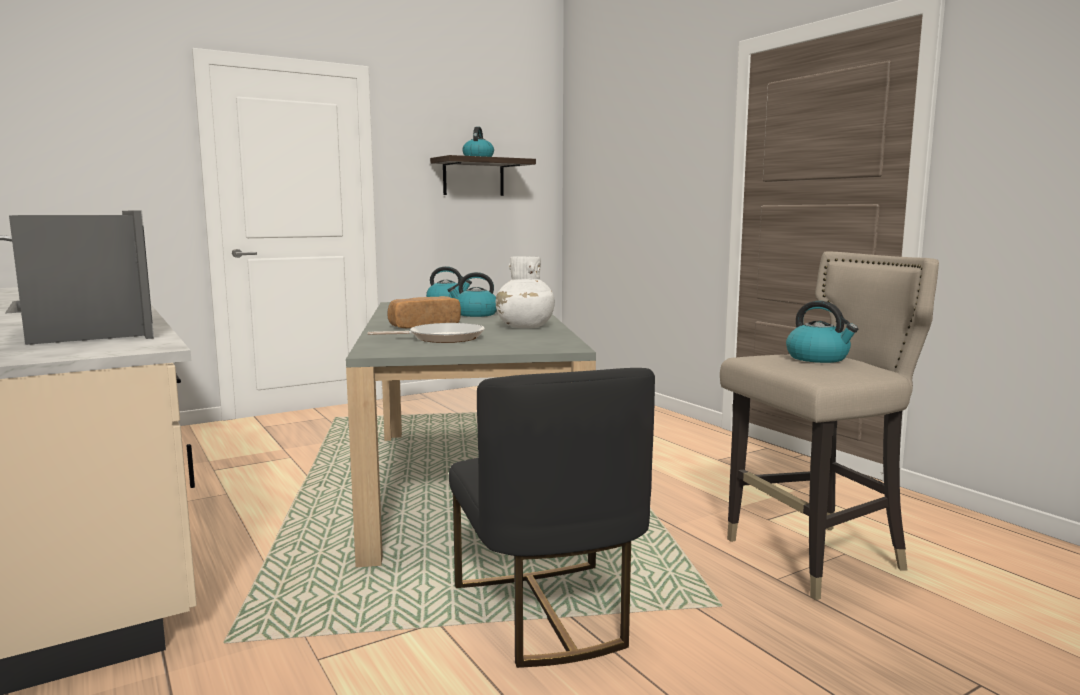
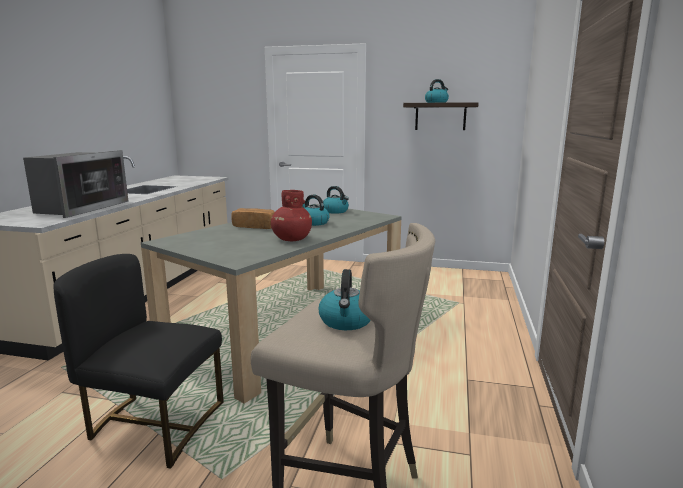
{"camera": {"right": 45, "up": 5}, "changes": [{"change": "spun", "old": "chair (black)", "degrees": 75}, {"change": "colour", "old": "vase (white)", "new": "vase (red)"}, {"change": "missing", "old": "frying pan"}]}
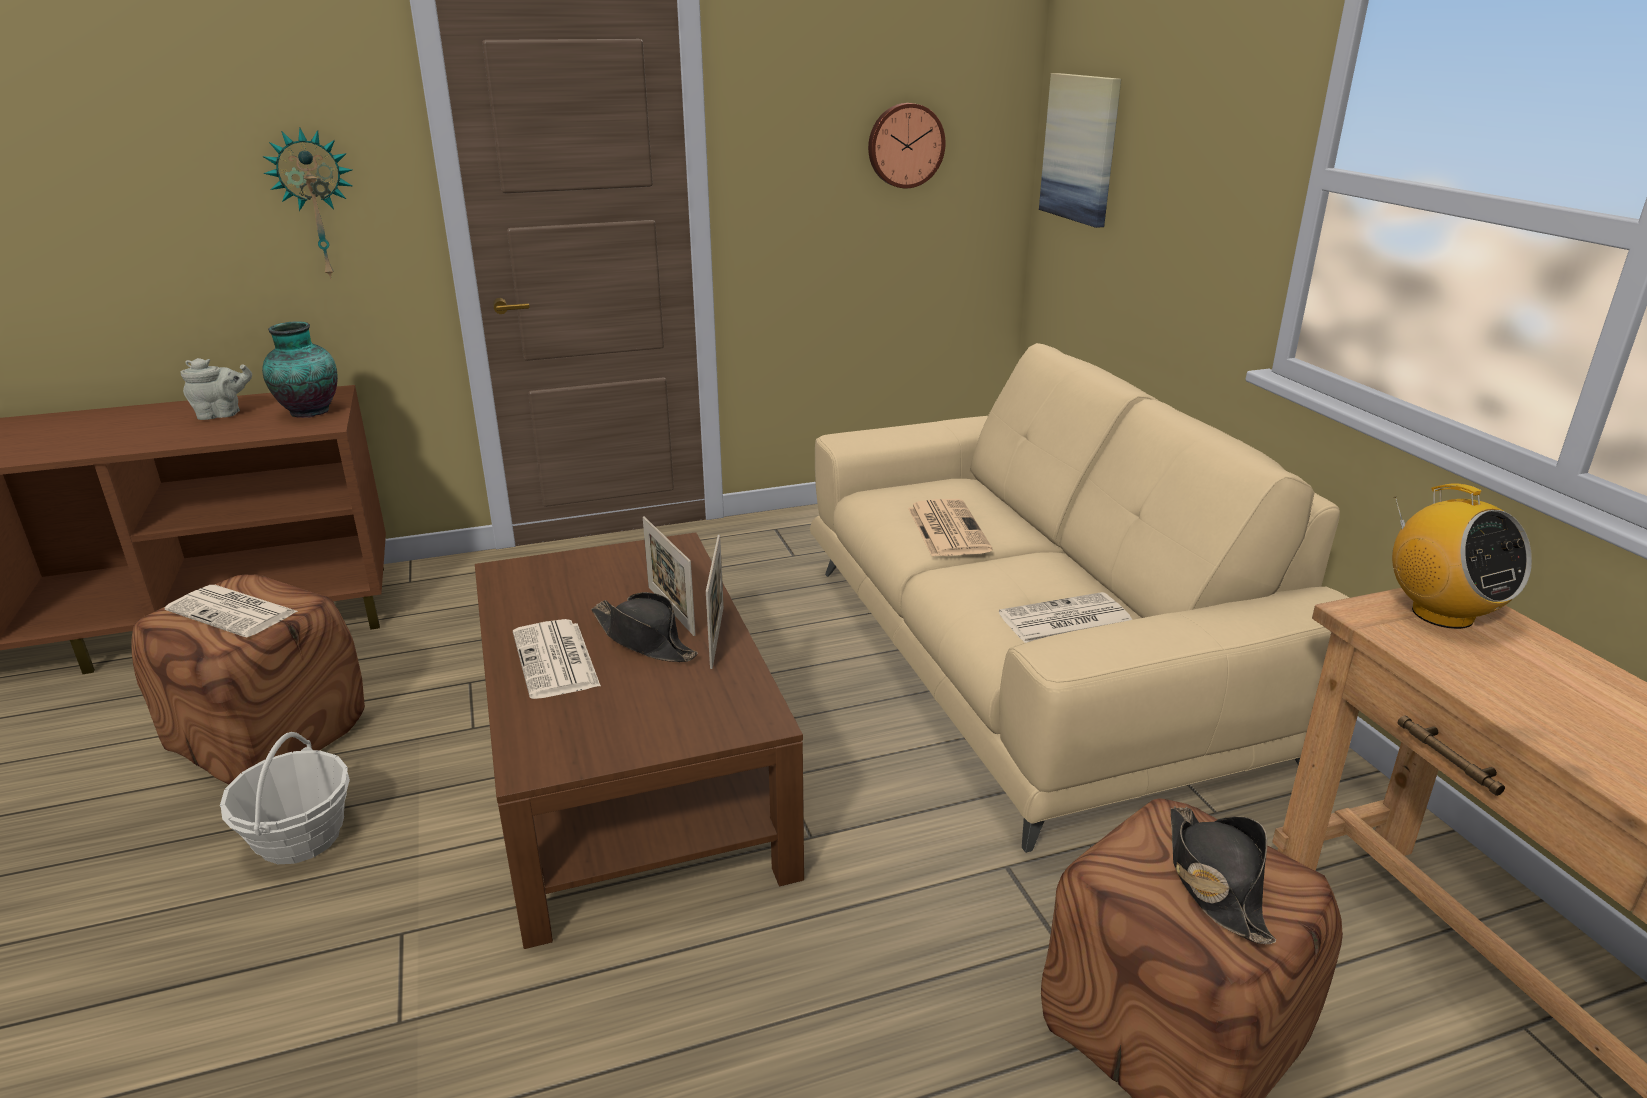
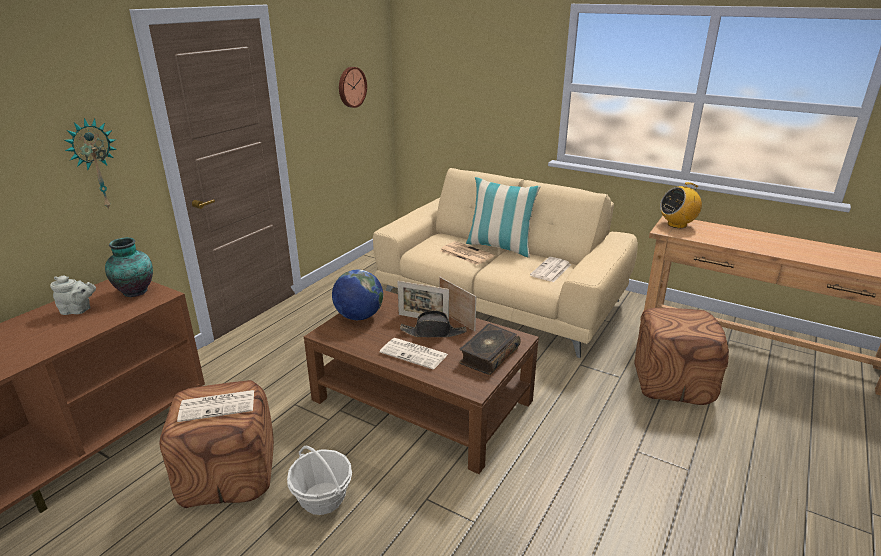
{"camera": {"right": -40, "up": 0}, "changes": [{"change": "spun", "old": "teapot (grey)", "degrees": 60}, {"change": "appeared", "new": "globe"}, {"change": "appeared", "new": "book"}, {"change": "appeared", "new": "pillow"}, {"change": "spun", "old": "radio", "degrees": 135}, {"change": "missing", "old": "picture"}, {"change": "missing", "old": "hat (black) (no. 2 from left)"}]}
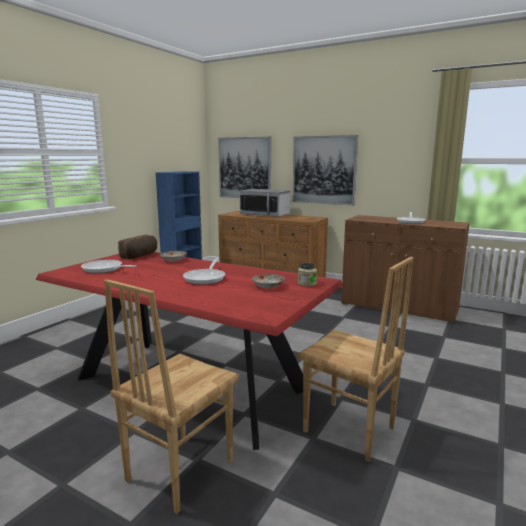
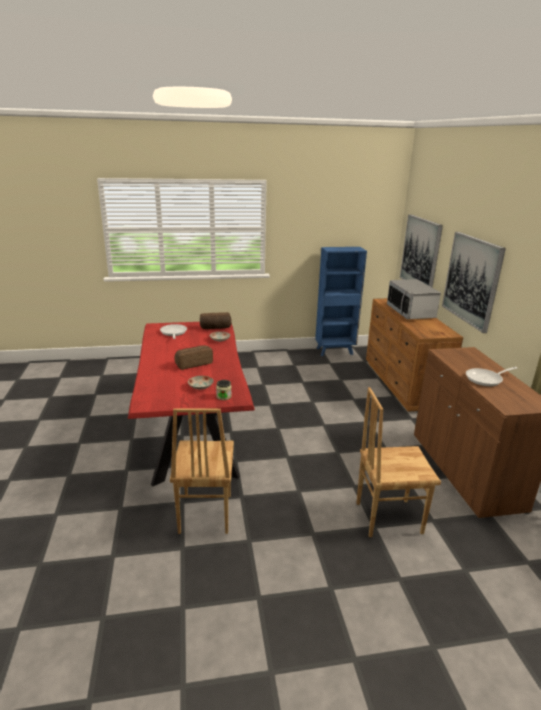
{"camera": {"right": 50, "up": 10}, "changes": [{"change": "exchanged", "old": "frying pan (no. 2 from left)", "new": "bread (no. 1 from left)"}, {"change": "relocated", "old": "chair (brown) (no. 1 from left in the first image)", "new": "chair (brown) (no. 2 from left)"}]}
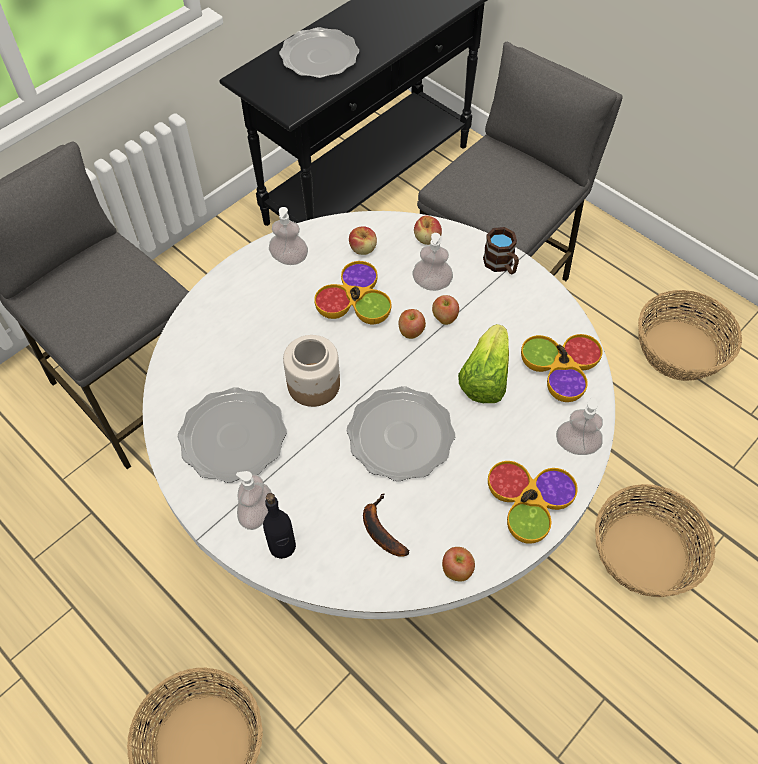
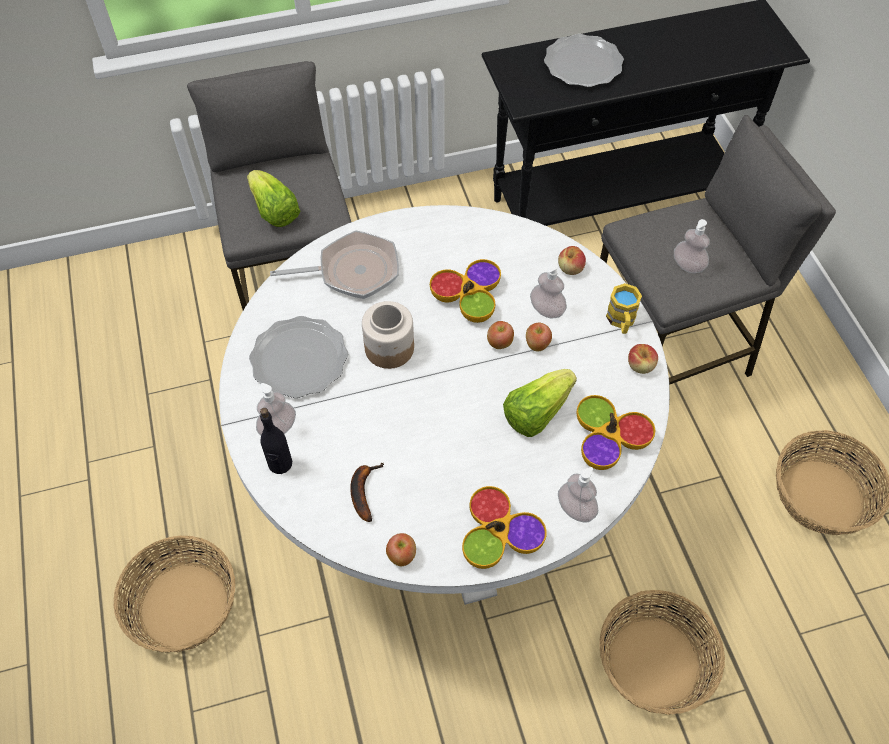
{"camera": {"right": 30, "up": 0}, "changes": [{"change": "appeared", "new": "lettuce (no. 1 from left)"}, {"change": "appeared", "new": "frying pan"}, {"change": "colour", "old": "mug (brown)", "new": "mug (yellow)"}, {"change": "relocated", "old": "apple (no. 1 from left in the first image)", "new": "apple (no. 5 from left)"}, {"change": "relocated", "old": "soap dispenser (no. 2 from left in the first image)", "new": "soap dispenser (no. 4 from left)"}, {"change": "missing", "old": "plate (no. 3 from left)"}]}
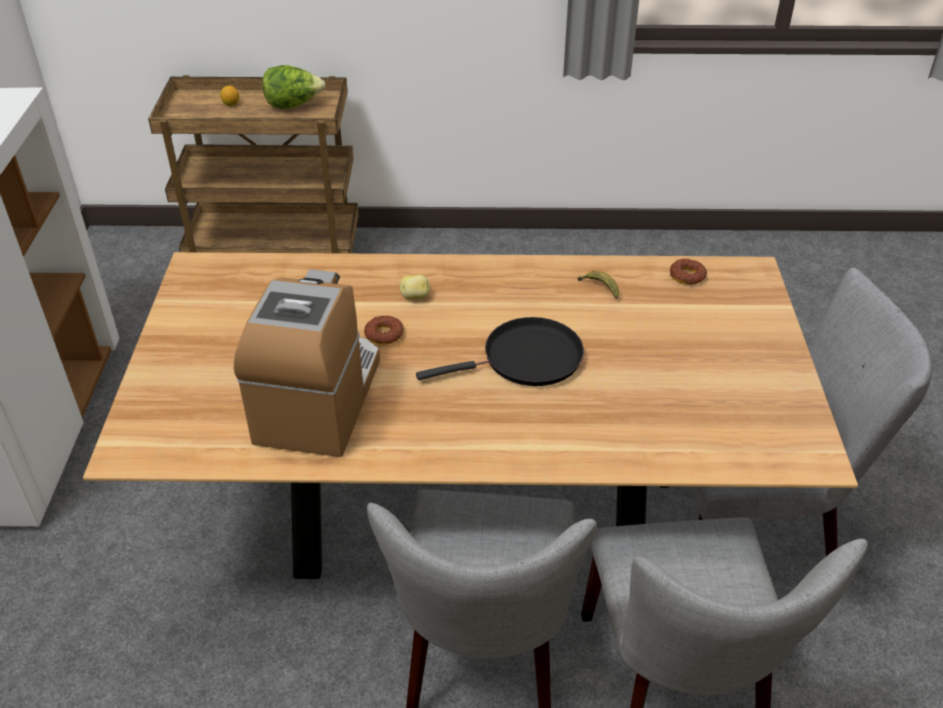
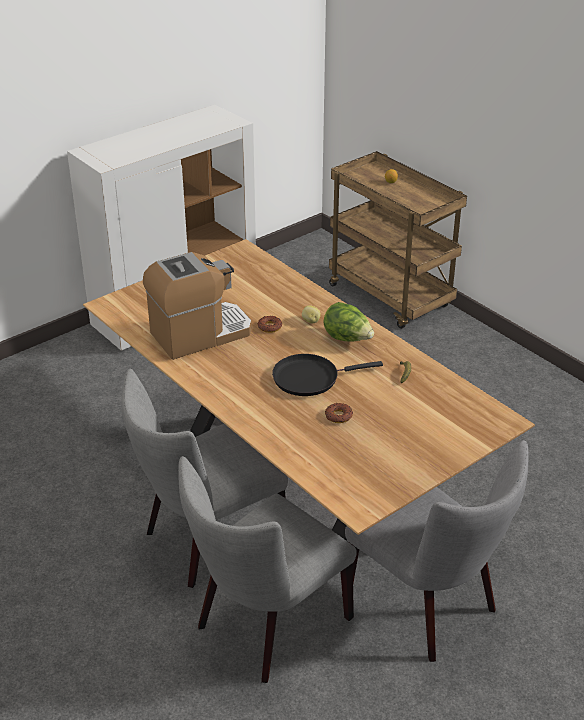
{"camera": {"right": 50, "up": -5}, "changes": [{"change": "spun", "old": "frying pan (black)", "degrees": 135}, {"change": "relocated", "old": "lettuce"}, {"change": "relocated", "old": "donut (no. 2 from left)"}]}
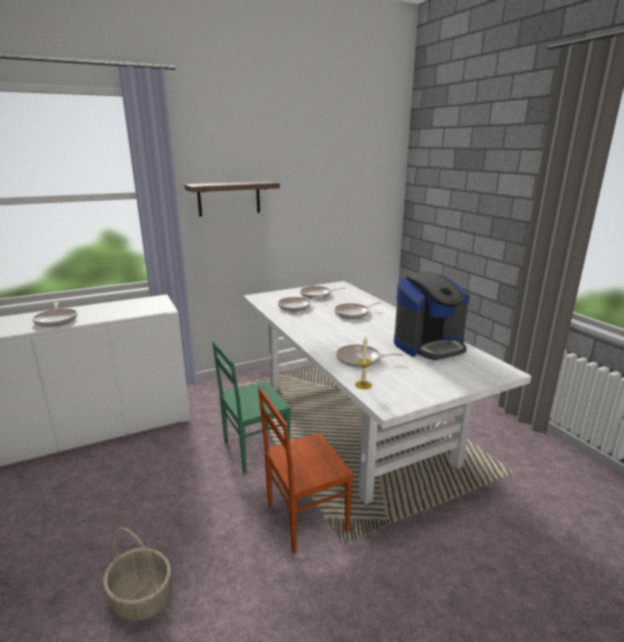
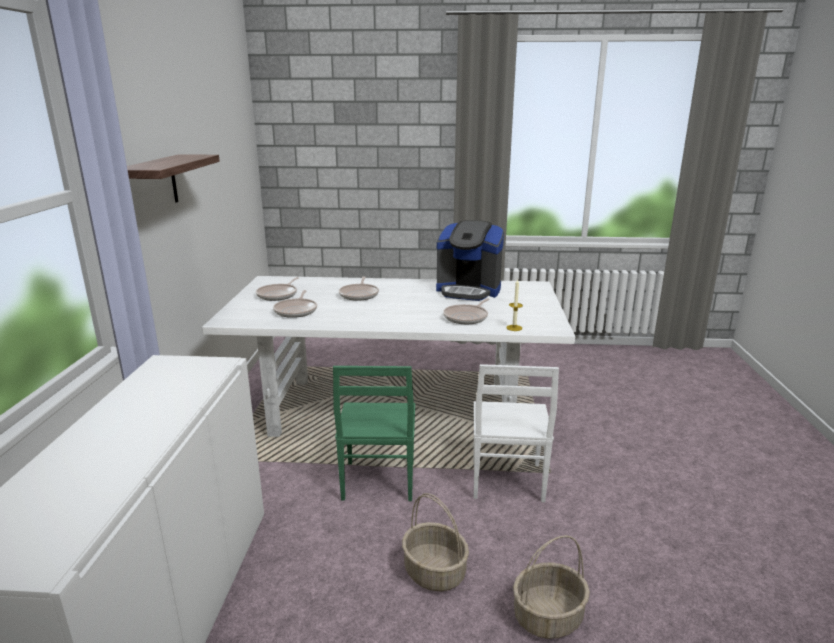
{"camera": {"right": -60, "up": 0}, "changes": [{"change": "appeared", "new": "basket (no. 1 from left)"}, {"change": "spun", "old": "coffee machine", "degrees": 105}, {"change": "colour", "old": "chair (brown)", "new": "chair (white)"}, {"change": "missing", "old": "frying pan (no. 1 from left)"}]}
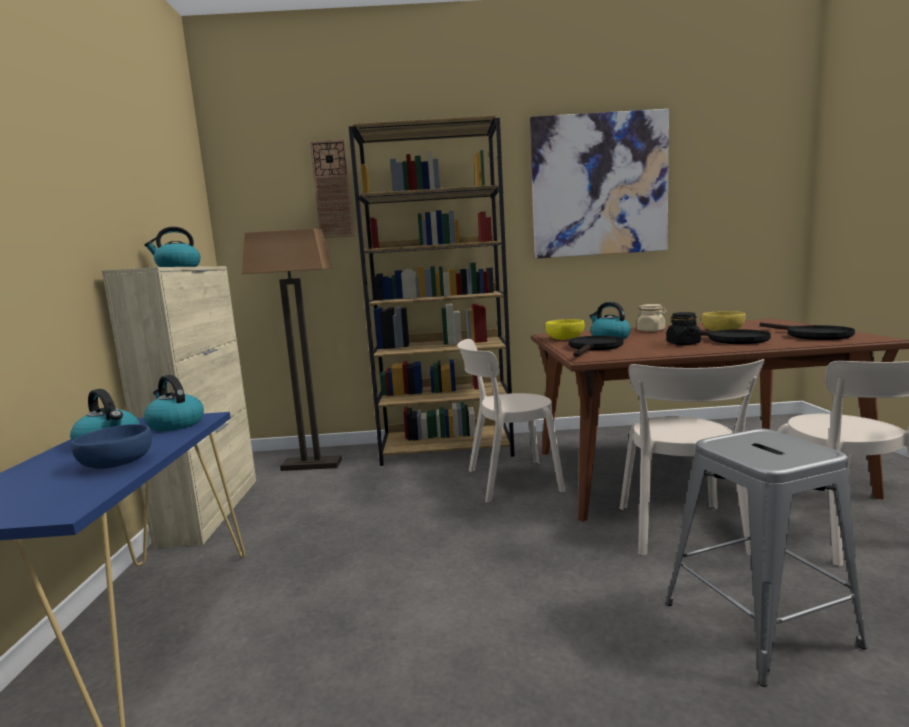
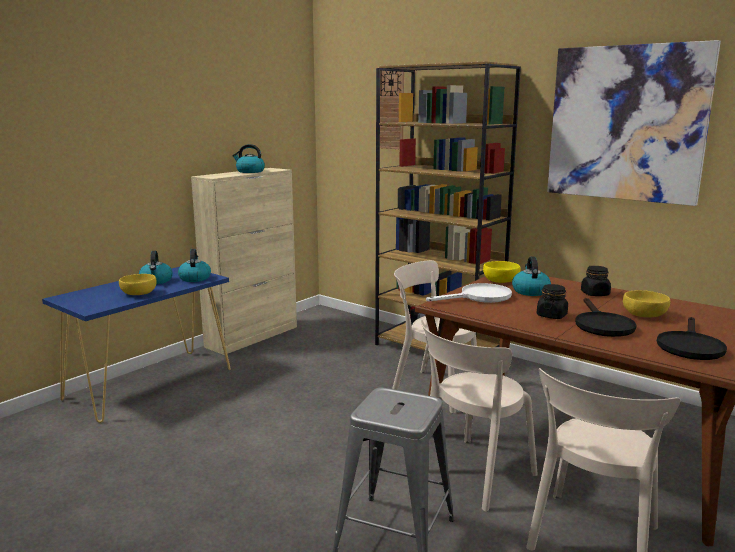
{"camera": {"right": 40, "up": 5}, "changes": [{"change": "colour", "old": "bowl (blue)", "new": "bowl (yellow) (no. 1 from left)"}, {"change": "colour", "old": "frying pan (black) (no. 1 from left)", "new": "frying pan (white)"}, {"change": "colour", "old": "jar (beige)", "new": "jar (black) (no. 2 from left)"}, {"change": "missing", "old": "floor lamp"}]}
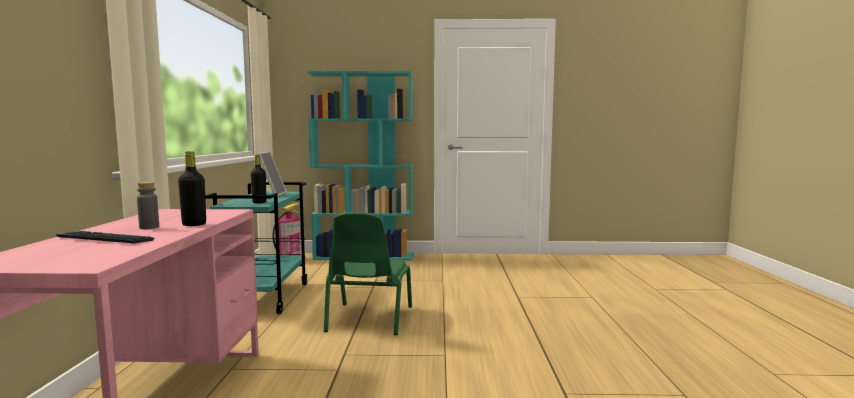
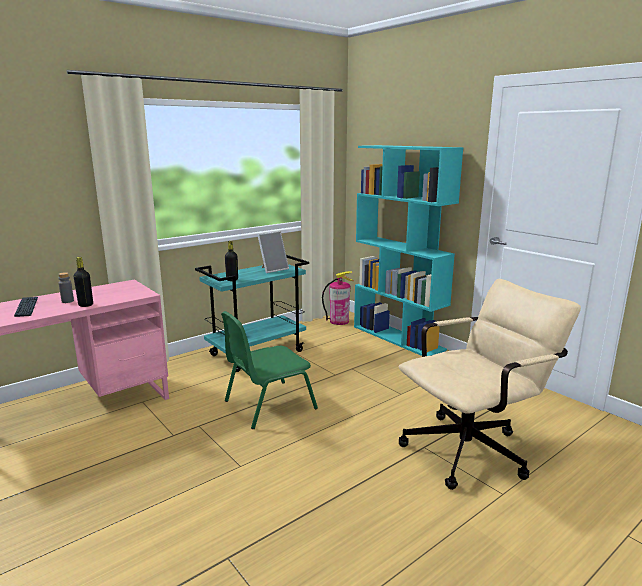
{"camera": {"right": 50, "up": 10}, "changes": [{"change": "appeared", "new": "office chair (beige)"}]}
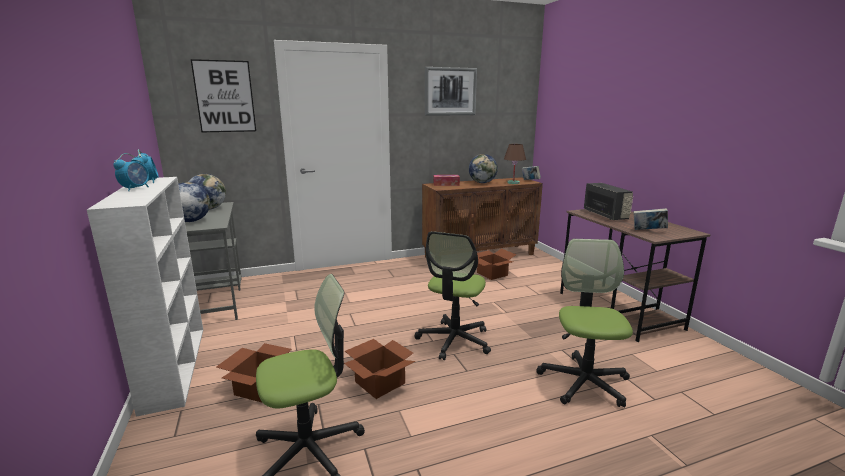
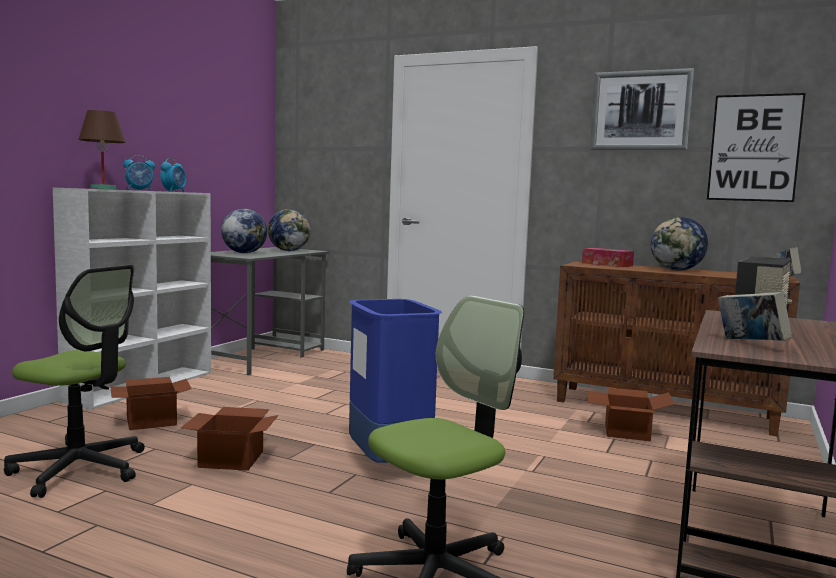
{"camera": {"right": 45, "up": -10}, "changes": [{"change": "relocated", "old": "table lamp (brown)"}, {"change": "exchanged", "old": "office chair (no. 2 from left)", "new": "trash can (blue)"}, {"change": "relocated", "old": "picture (no. 1 from left in the first image)", "new": "picture (no. 2 from left)"}]}
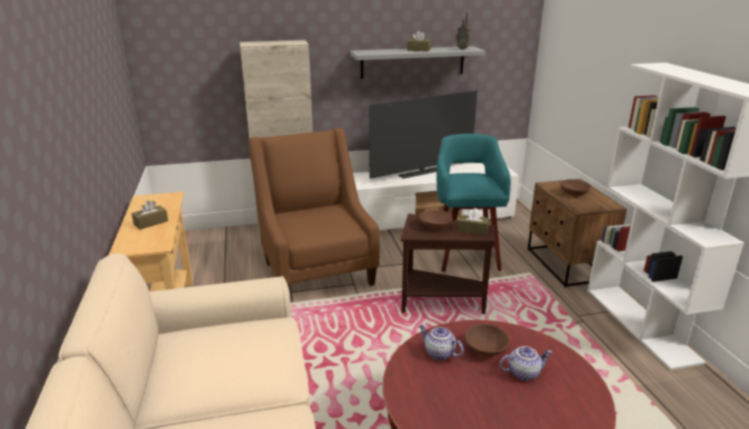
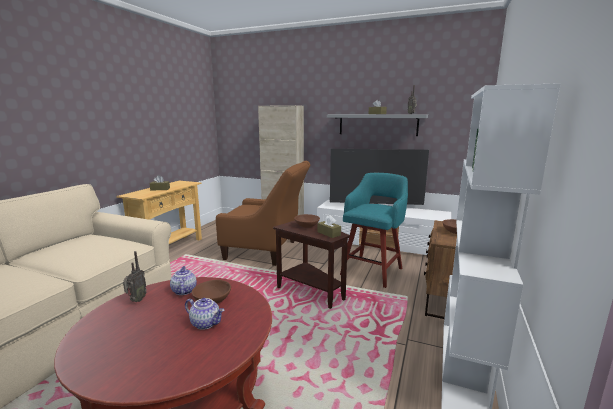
{"camera": {"right": 35, "up": -10}, "changes": [{"change": "appeared", "new": "radio (no. 1 from left)"}, {"change": "spun", "old": "armchair (brown)", "degrees": 90}]}
